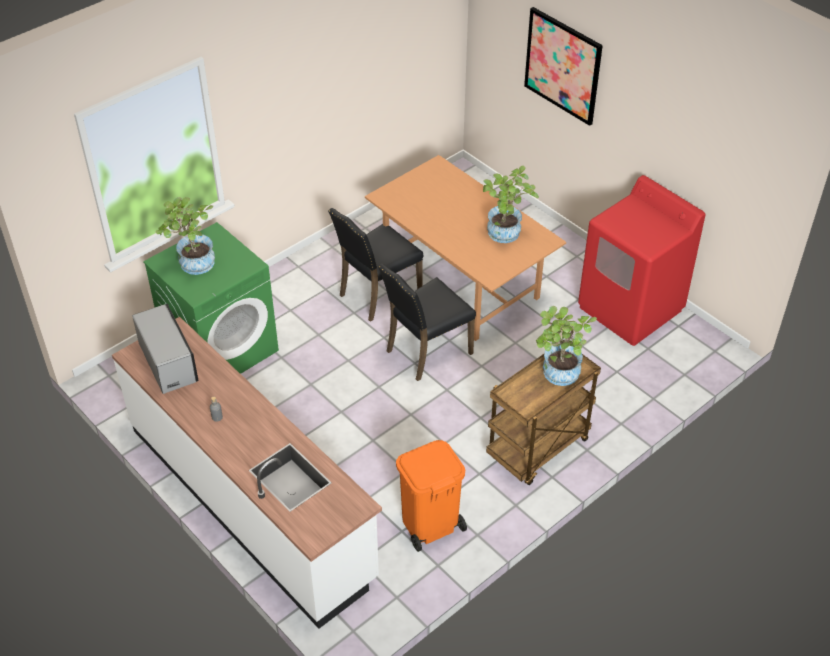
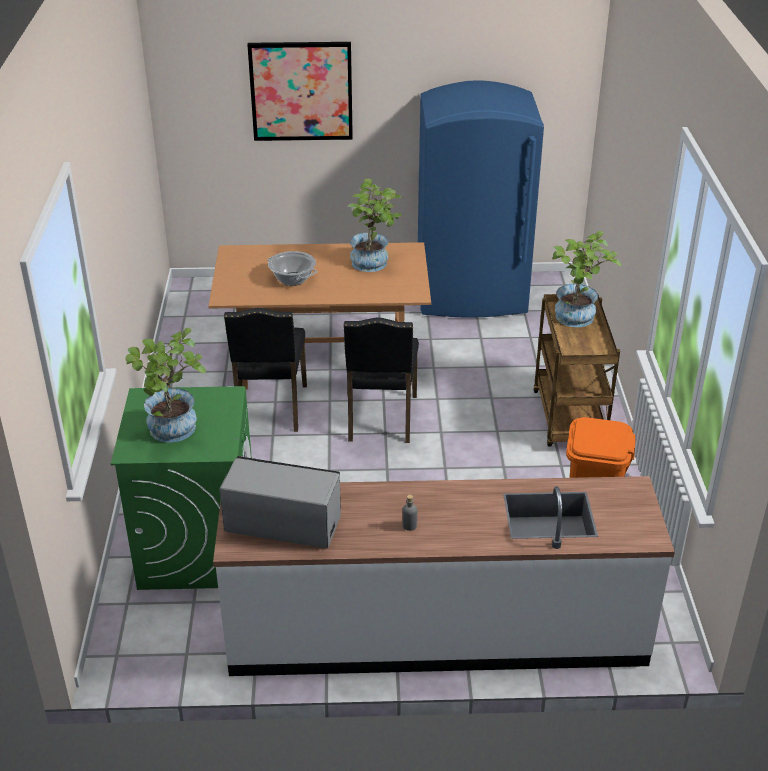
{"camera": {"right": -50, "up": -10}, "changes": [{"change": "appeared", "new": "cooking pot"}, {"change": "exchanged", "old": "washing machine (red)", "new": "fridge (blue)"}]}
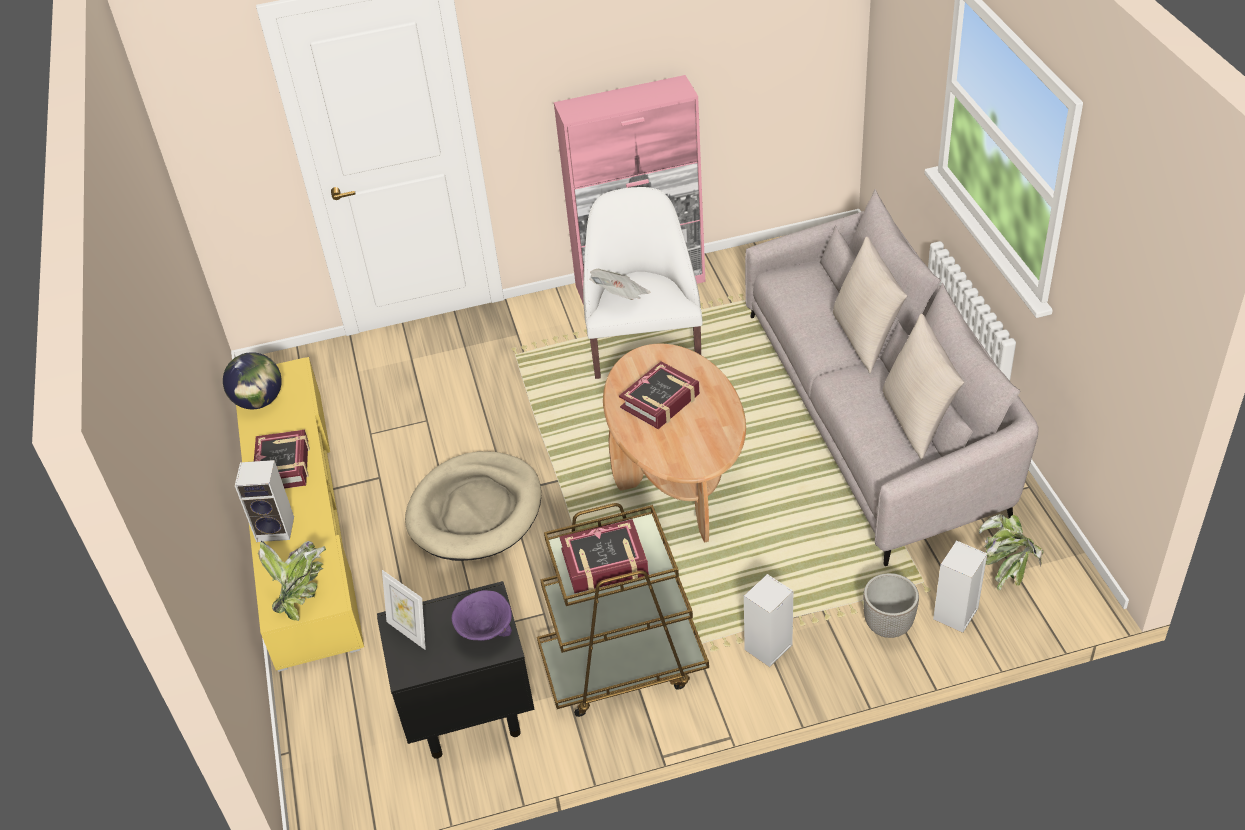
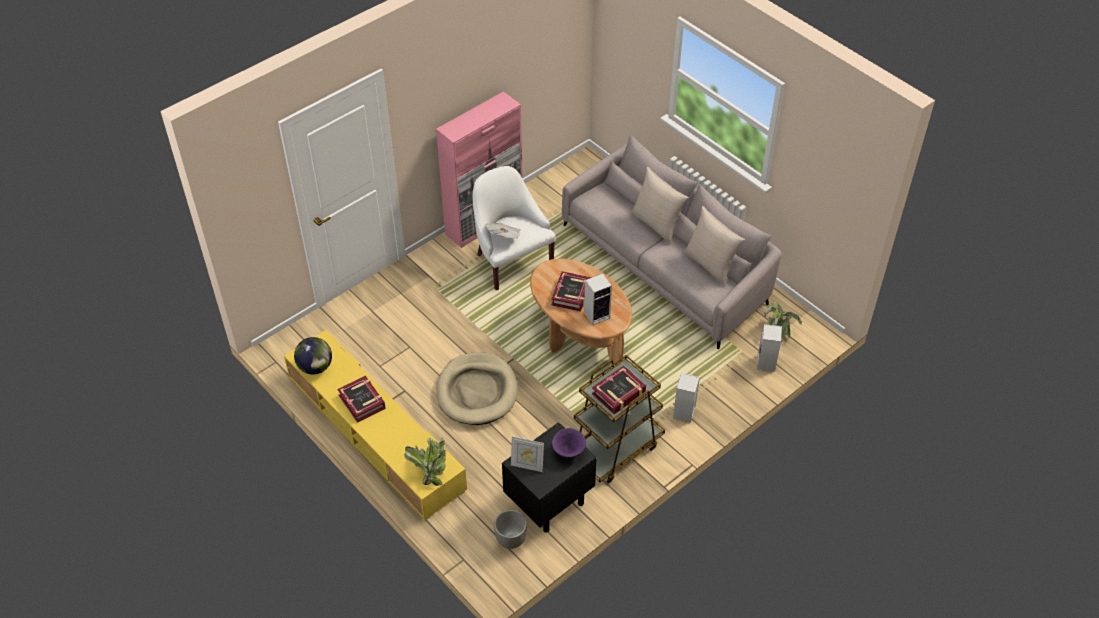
{"camera": {"right": -30, "up": 5}, "changes": [{"change": "relocated", "old": "planter"}, {"change": "relocated", "old": "speaker (no. 1 from left)"}]}
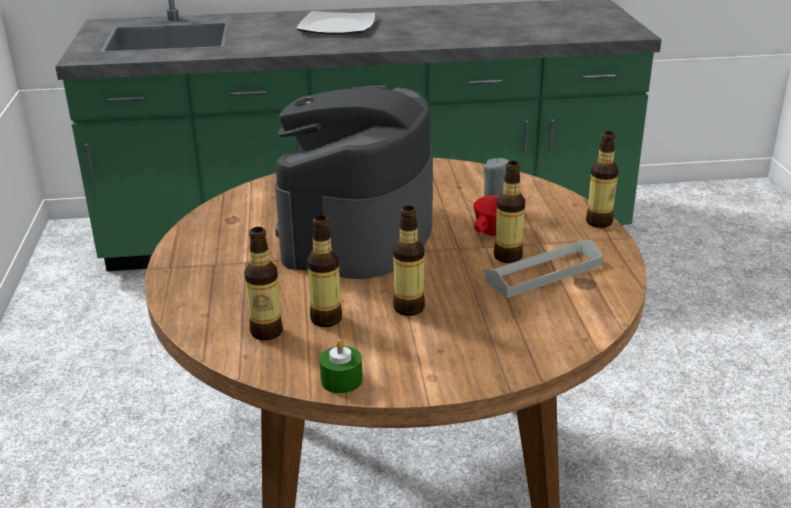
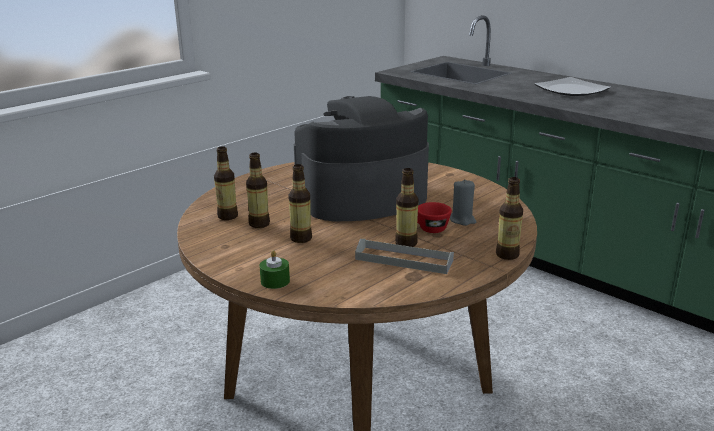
{"camera": {"right": 50, "up": -5}, "changes": [{"change": "relocated", "old": "candle (green)"}]}
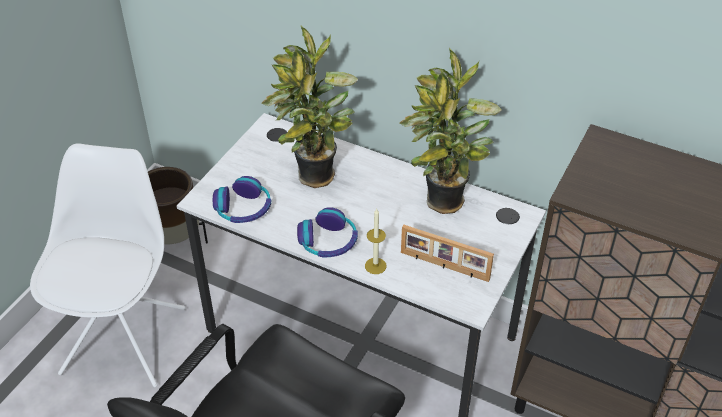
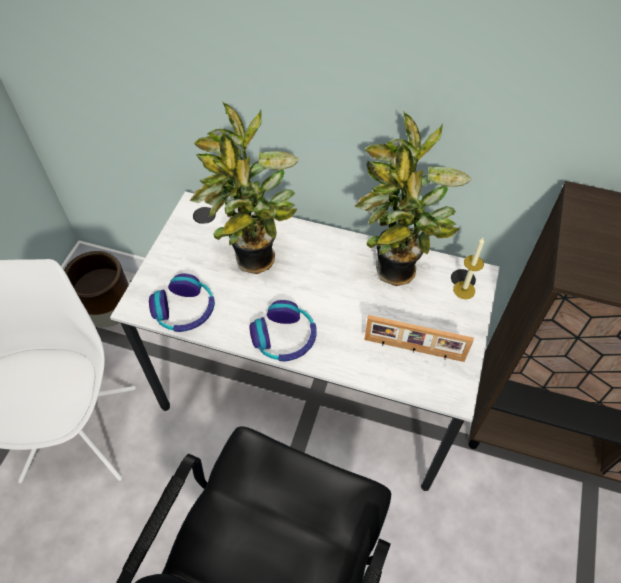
{"camera": {"right": -10, "up": 10}, "changes": [{"change": "relocated", "old": "candle"}]}
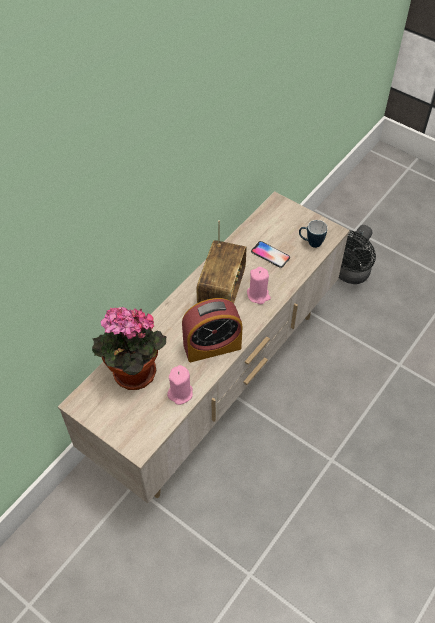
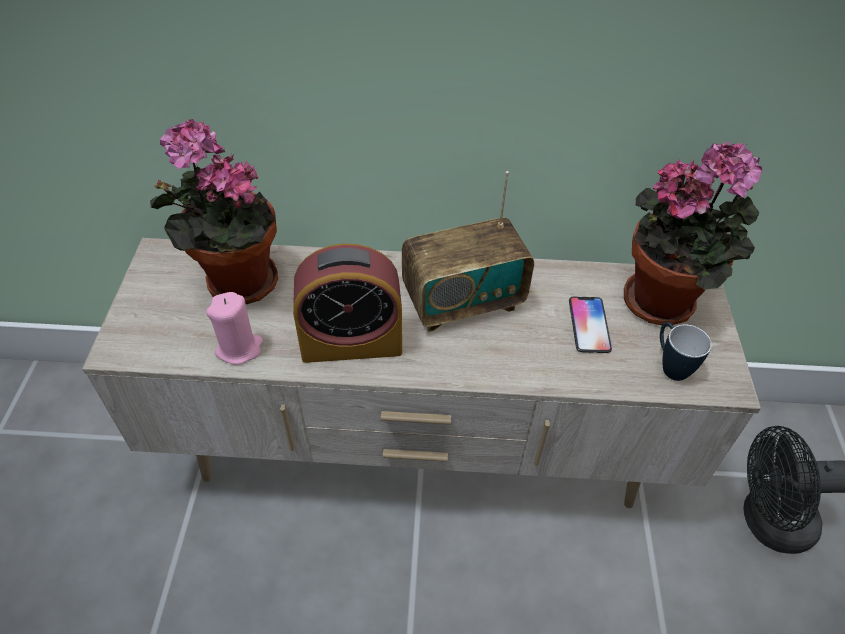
{"camera": {"right": 55, "up": -5}, "changes": [{"change": "spun", "old": "alarm clock", "degrees": -45}, {"change": "appeared", "new": "potted plant (no. 2 from left)"}, {"change": "missing", "old": "candle (pink) (no. 2 from left)"}]}
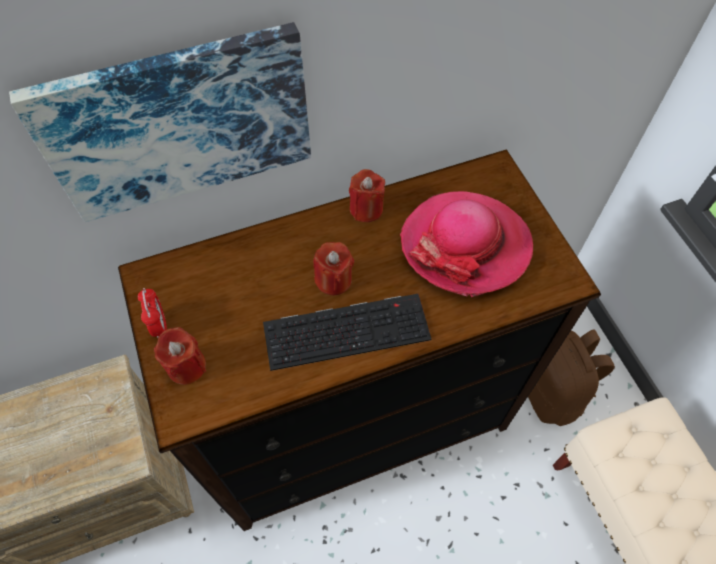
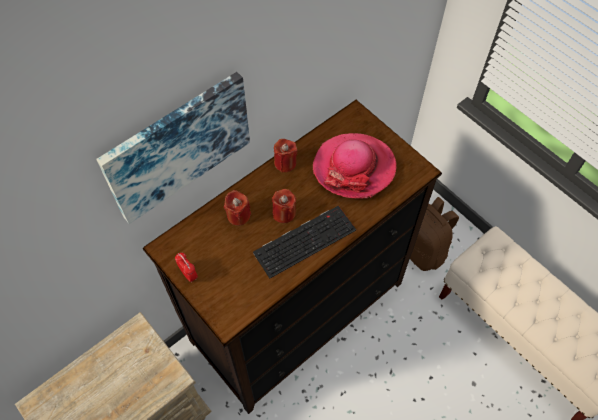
{"camera": {"right": -20, "up": 0}, "changes": [{"change": "relocated", "old": "candle (red) (no. 1 from left)"}]}
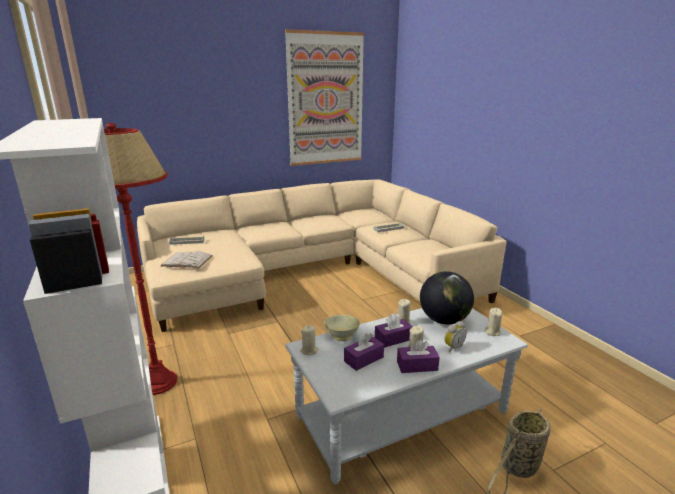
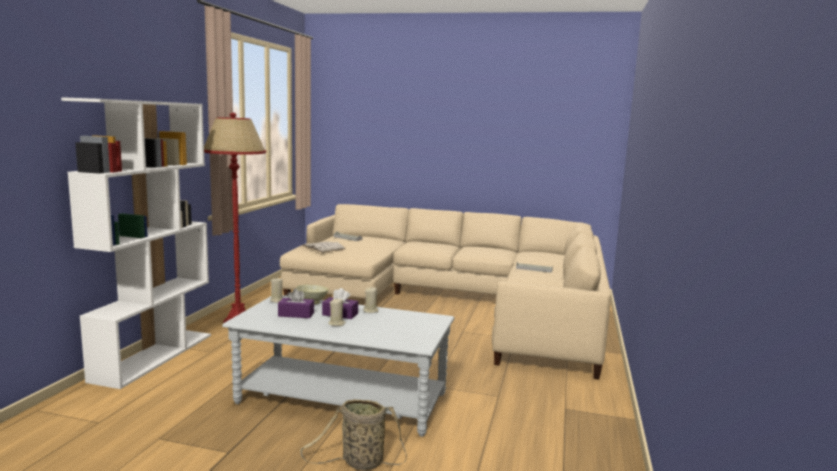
{"camera": {"right": 40, "up": -10}, "changes": [{"change": "missing", "old": "picture"}, {"change": "missing", "old": "tissue box (purple) (no. 3 from left)"}, {"change": "missing", "old": "globe"}, {"change": "missing", "old": "alarm clock"}, {"change": "missing", "old": "candle (beige) (no. 4 from left)"}]}
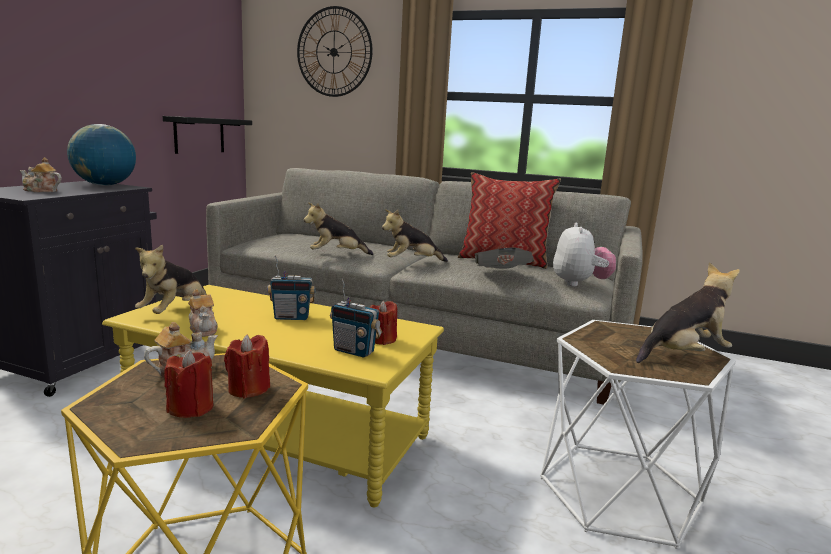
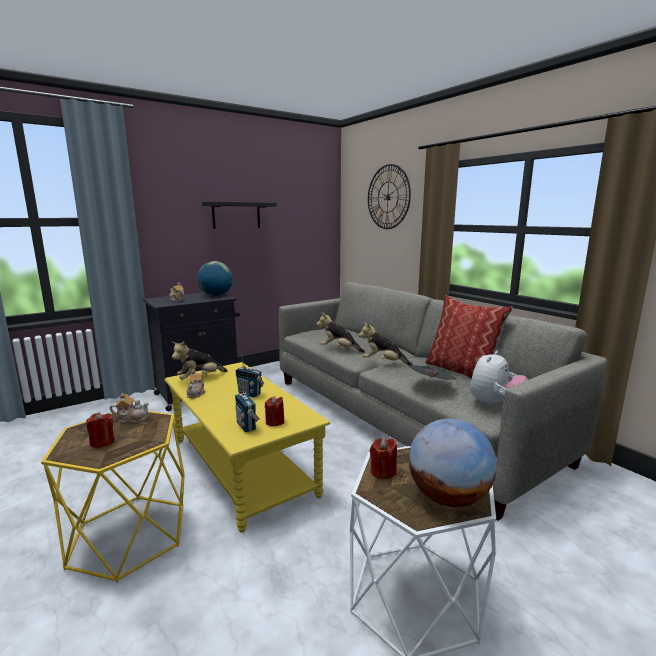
{"camera": {"right": 35, "up": 0}, "changes": [{"change": "relocated", "old": "shelf (black)"}, {"change": "relocated", "old": "candle (red) (no. 2 from left in the first image)", "new": "candle (red) (no. 3 from left)"}, {"change": "exchanged", "old": "plush toy (no. 5 from left)", "new": "globe (no. 2 from left)"}]}
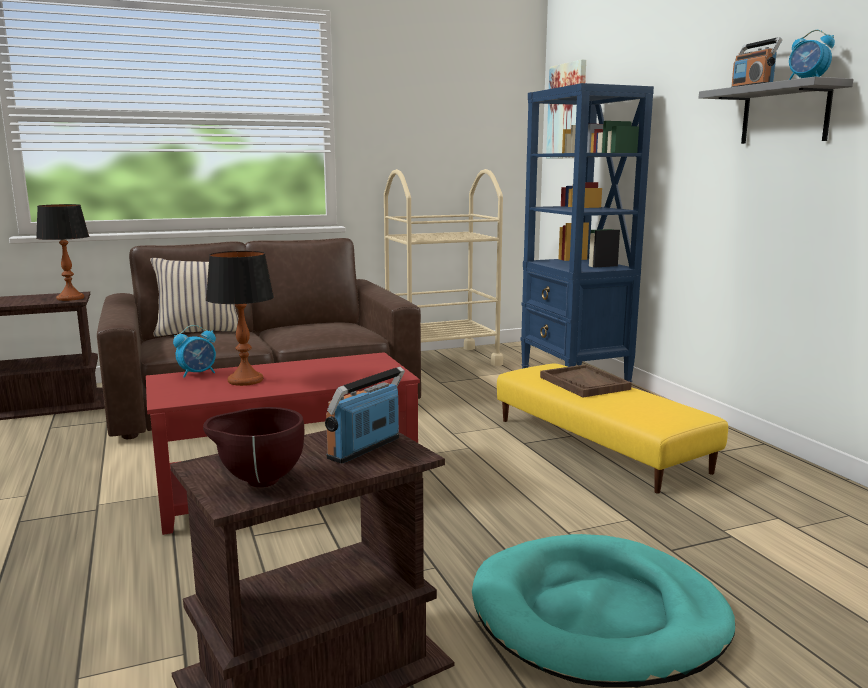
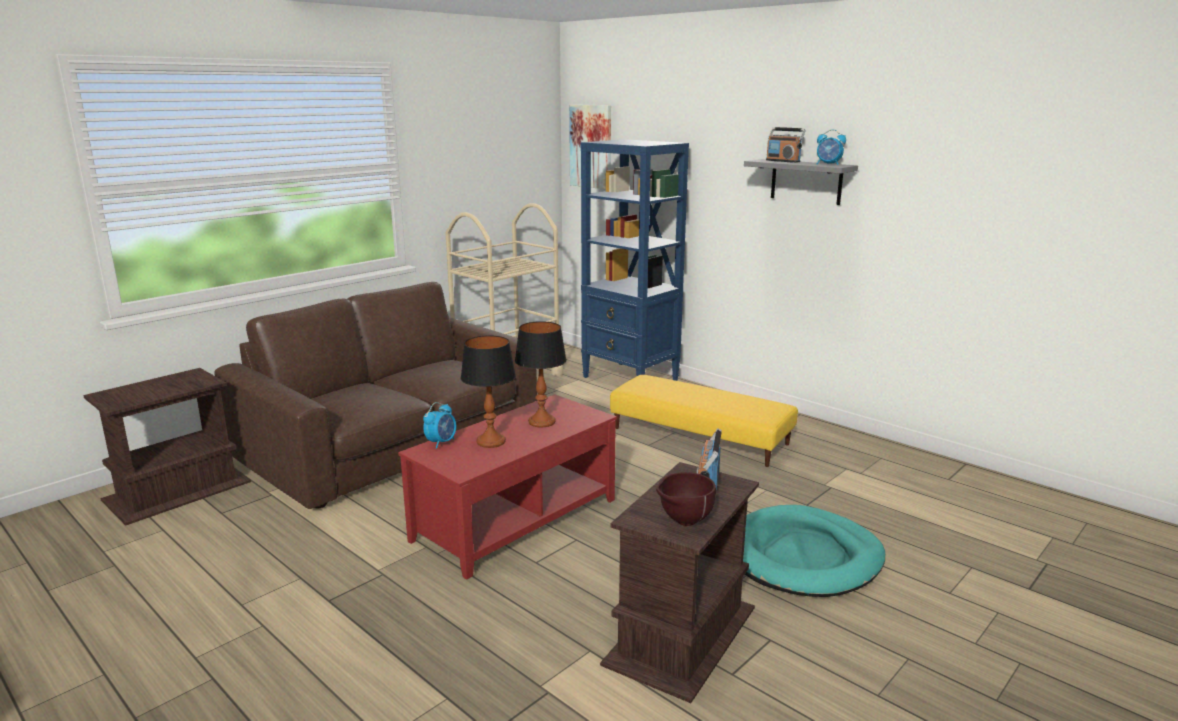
{"camera": {"right": -25, "up": 5}, "changes": [{"change": "relocated", "old": "table lamp (no. 1 from left in the first image)", "new": "table lamp (no. 2 from left)"}, {"change": "missing", "old": "pillow (beige)"}, {"change": "missing", "old": "tray (brown)"}]}
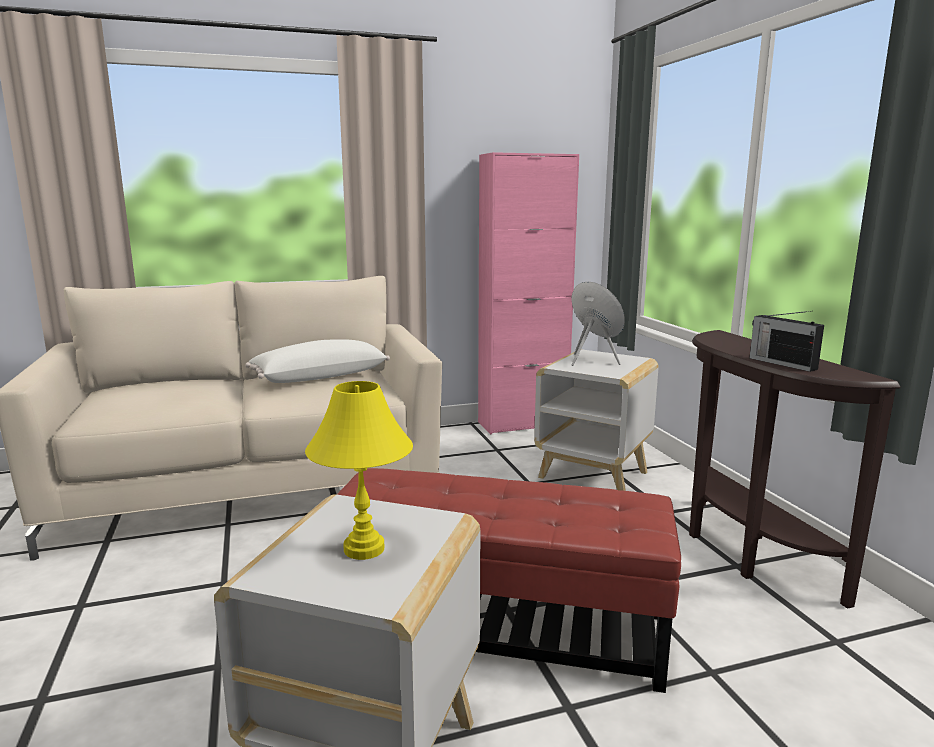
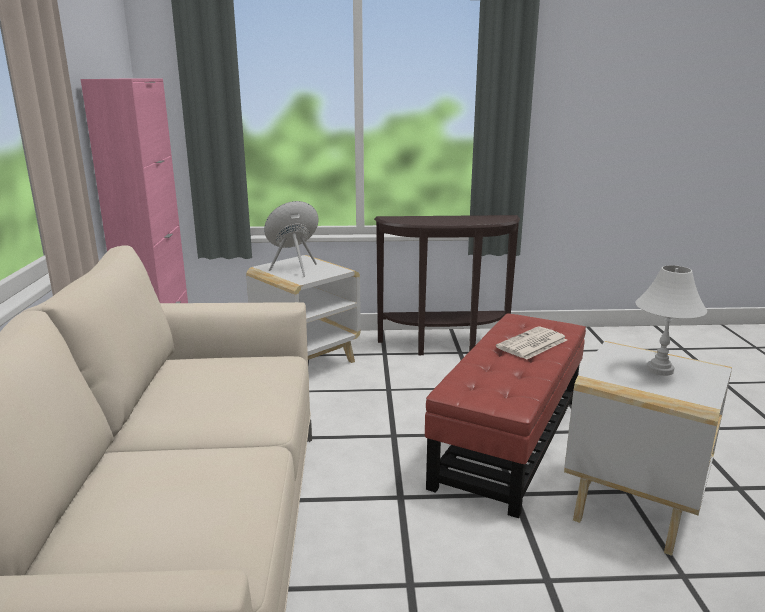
{"camera": {"right": -75, "up": 5}, "changes": [{"change": "appeared", "new": "newspaper"}, {"change": "colour", "old": "table lamp (yellow)", "new": "table lamp (white)"}, {"change": "missing", "old": "pillow (white)"}, {"change": "missing", "old": "radio"}]}
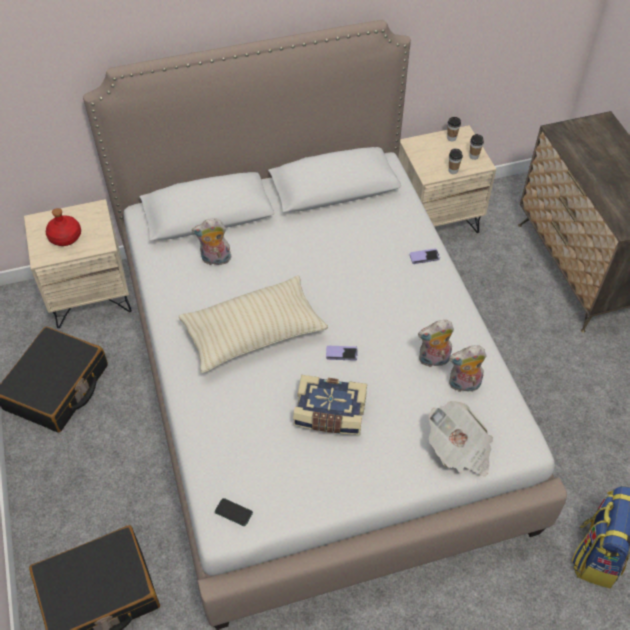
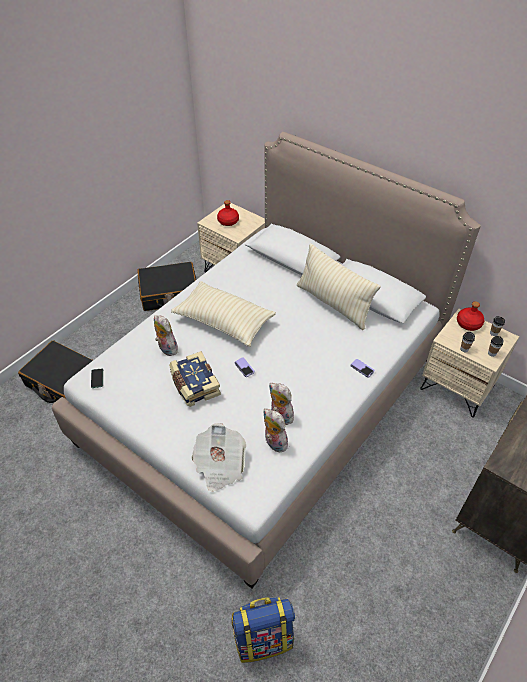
{"camera": {"right": 55, "up": -5}, "changes": [{"change": "relocated", "old": "plush toy (no. 1 from left)"}, {"change": "appeared", "new": "pillow (beige) (no. 2 from left)"}, {"change": "appeared", "new": "bottle (red) (no. 2 from left)"}]}
